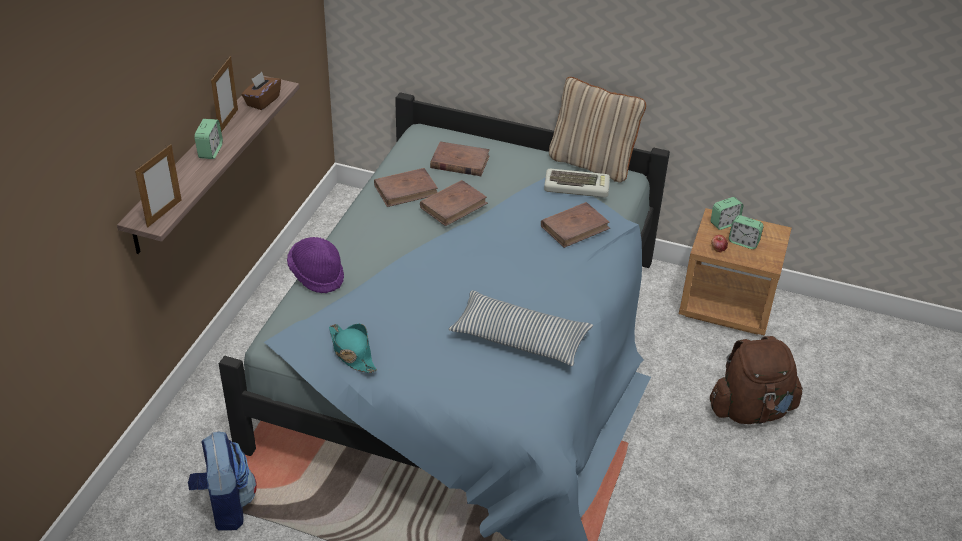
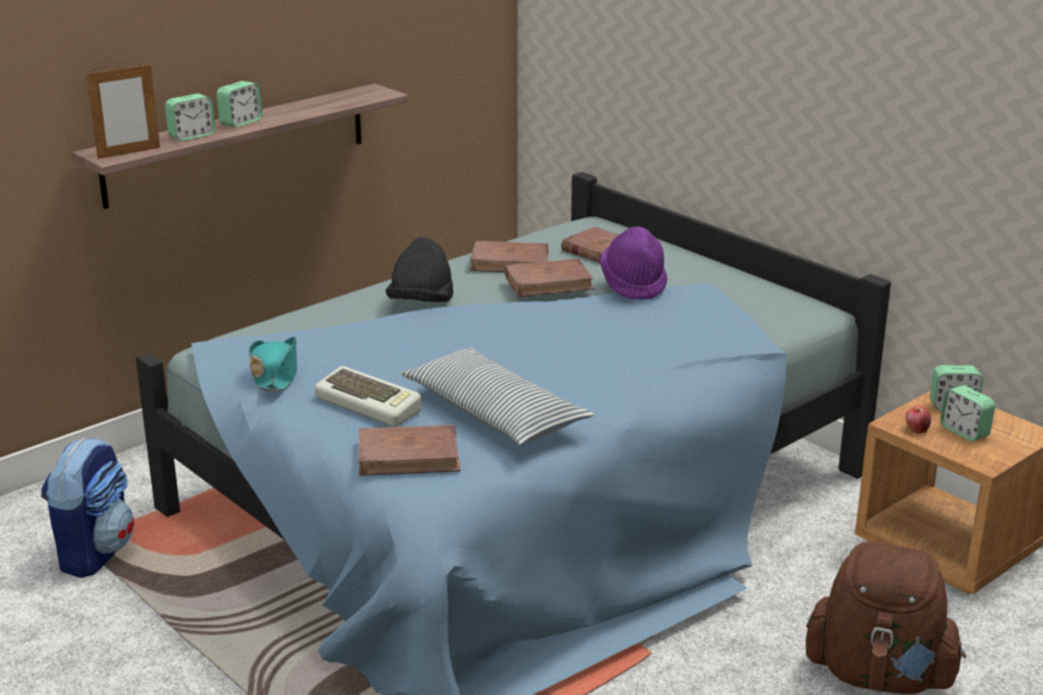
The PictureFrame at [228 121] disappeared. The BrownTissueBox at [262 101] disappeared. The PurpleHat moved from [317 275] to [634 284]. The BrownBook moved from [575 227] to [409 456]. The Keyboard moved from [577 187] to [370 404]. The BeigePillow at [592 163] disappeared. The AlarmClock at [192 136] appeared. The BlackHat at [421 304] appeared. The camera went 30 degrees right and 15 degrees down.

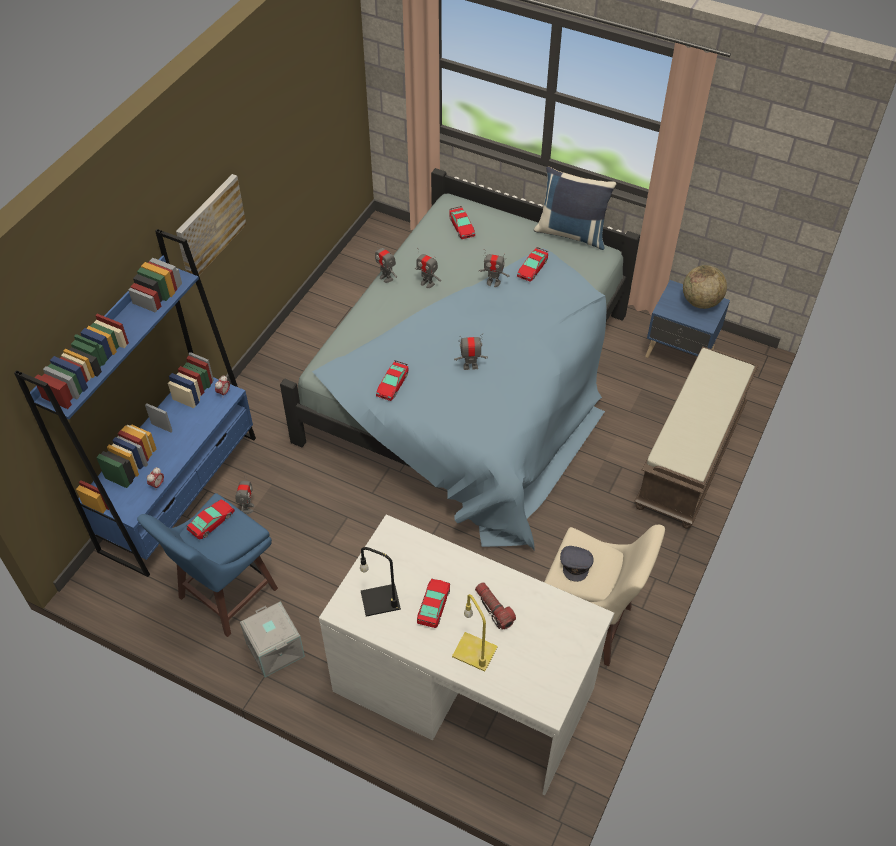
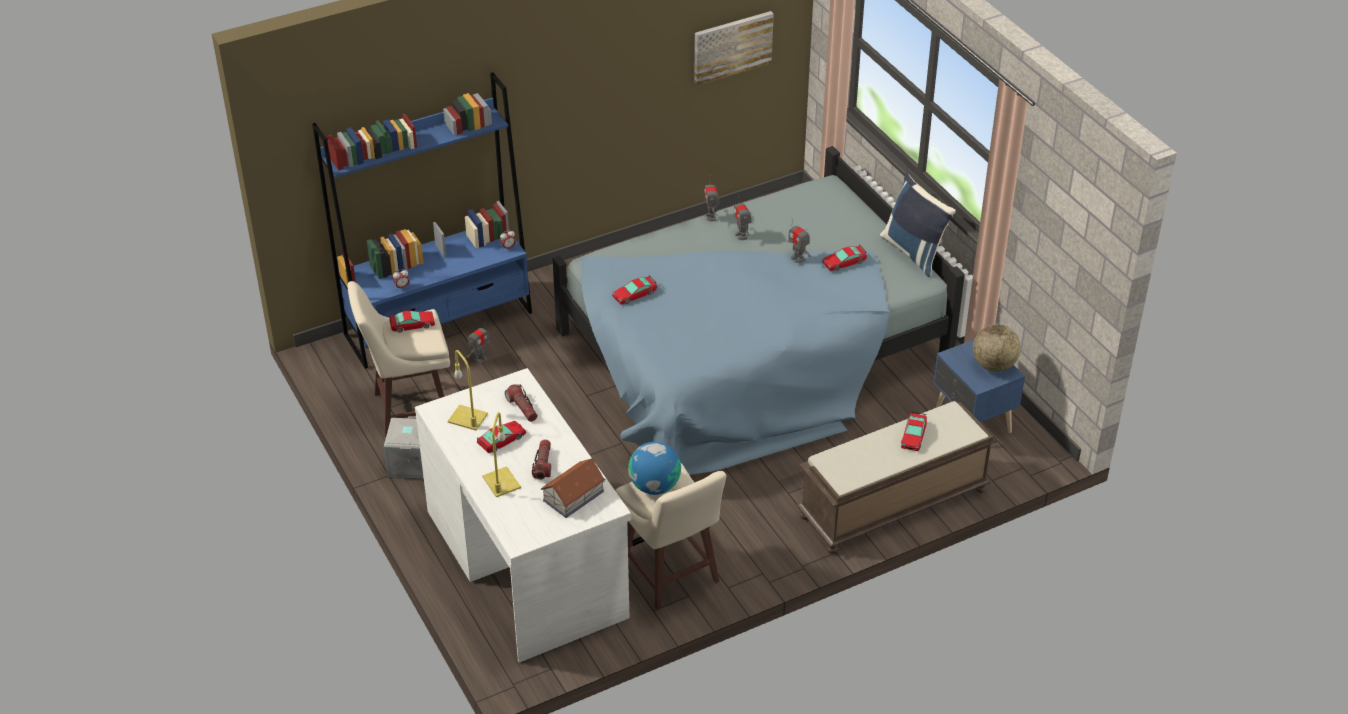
The BlueStool at [225 594] became the BeigeStool at [409 408]. The Picture moved from [210 226] to [732 46]. The BlackTableLamp at [381 599] became the YellowTableLamp at [468 418]. The ToyCar moved from [461 226] to [913 436]. The ToyRobot at [470 366] disappeared. The GreyCap at [576 564] was replaced by the Globe at [655 486]. The Flashlight at [522 408] appeared. The ToyHouse at [572 496] appeared. The camera went 35 degrees right and 10 degrees down.

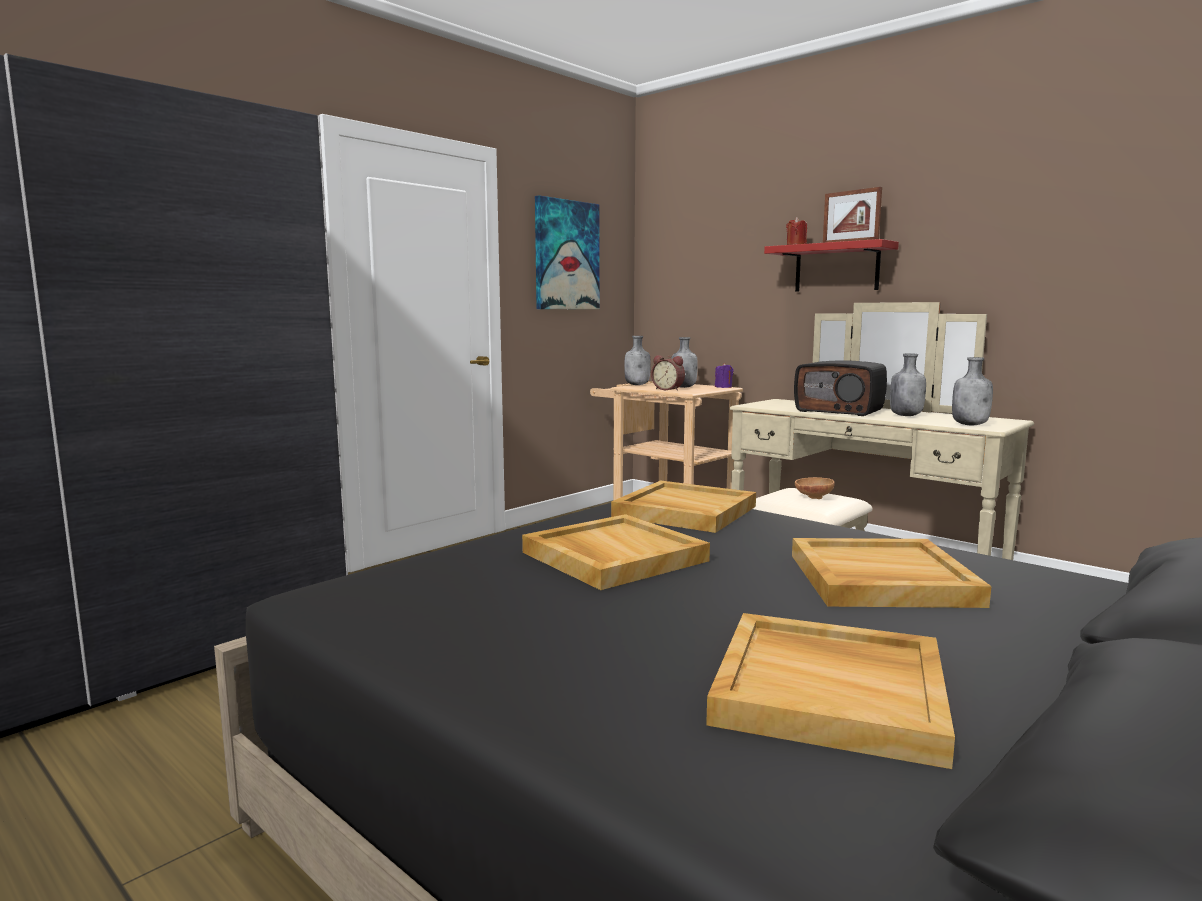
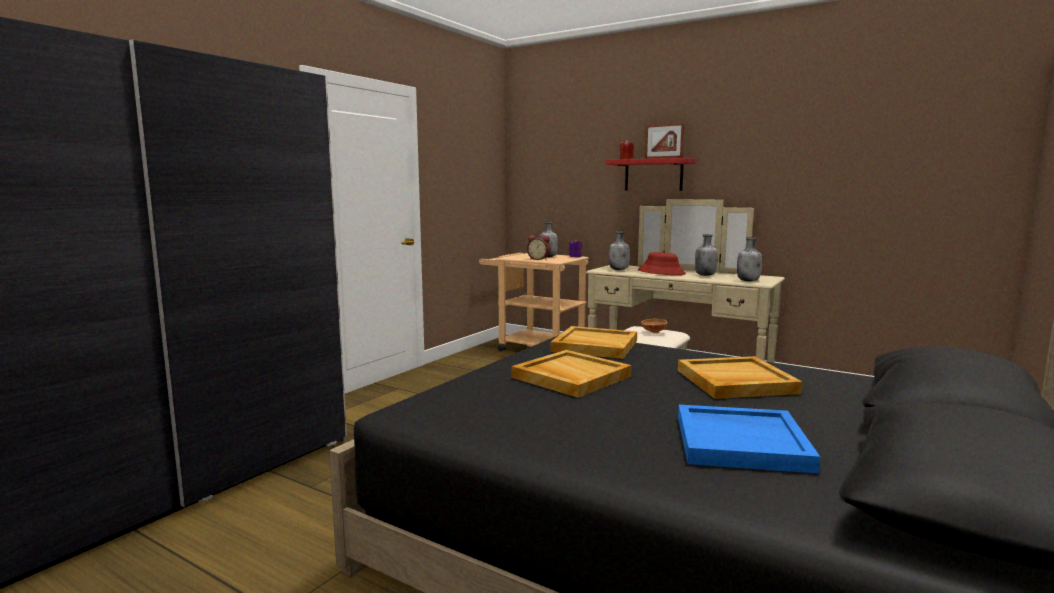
The Picture at [566 255] disappeared. The GreyBottle moved from [637 385] to [619 270]. The BeigeTray at [831 691] became the BlueTray at [741 442]. The Radio at [840 411] was replaced by the RedHat at [661 272]. The camera went 10 degrees left and 0 degrees up.

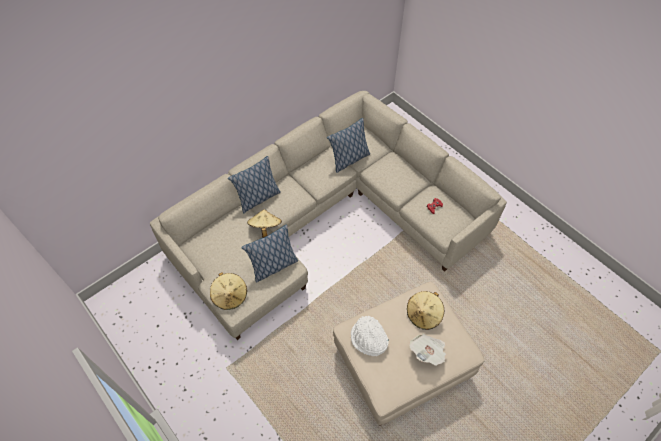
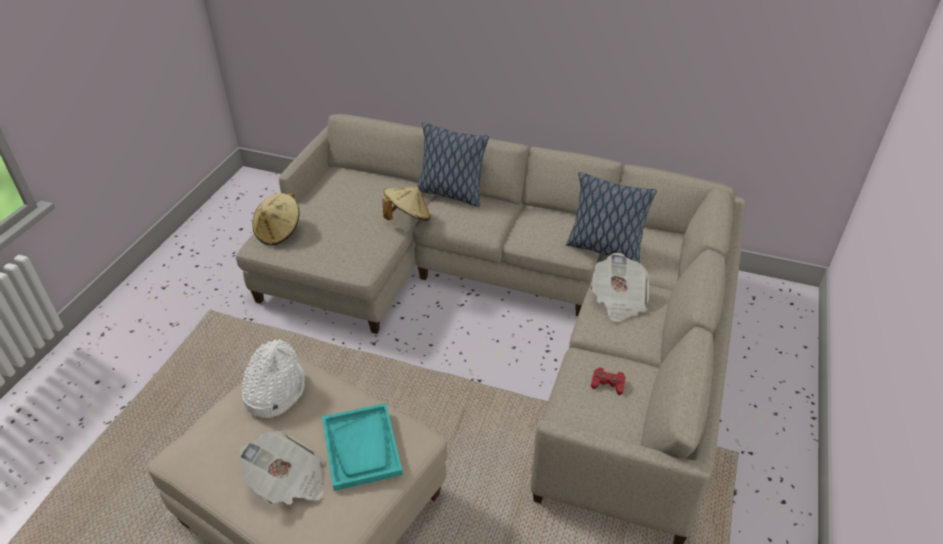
The Pillow at [273 266] disappeared. The BeigeHat at [423 315] was replaced by the TurquoiseTray at [361 447]. The Newspaper at [618 300] appeared. The camera went 60 degrees right and 15 degrees down.

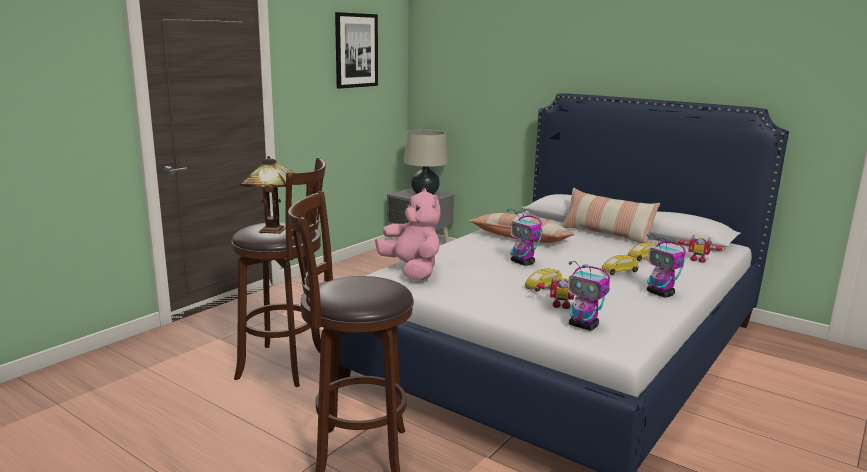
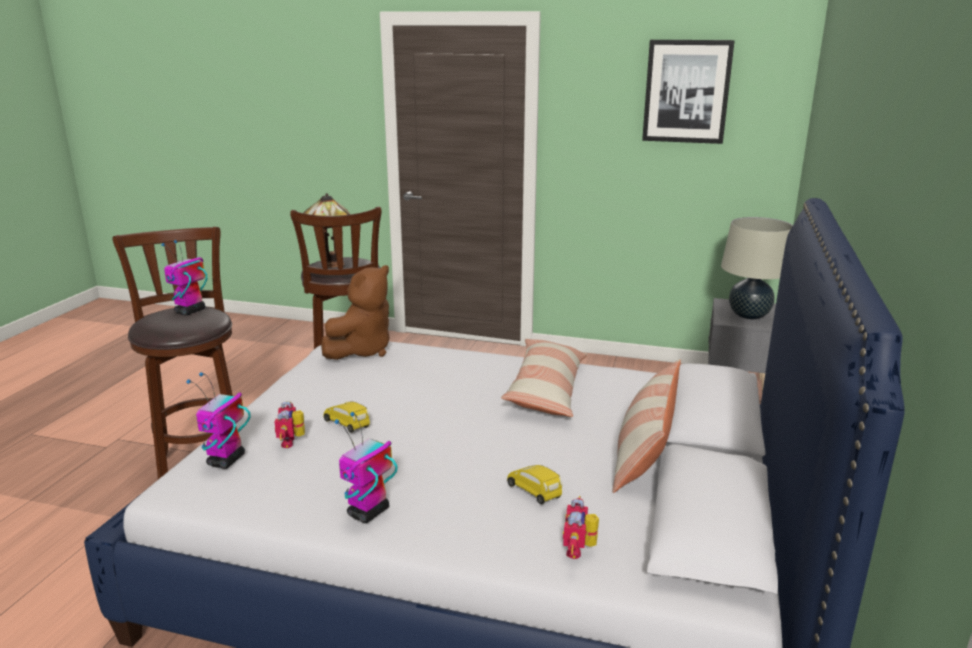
The PinkPlushToy at [412 271] became the BrownPlushToy at [362 350]. The ToyRobot moved from [523 263] to [190 311]. The YellowToyCar at [619 272] disappeared. The camera went 70 degrees right and 5 degrees up.

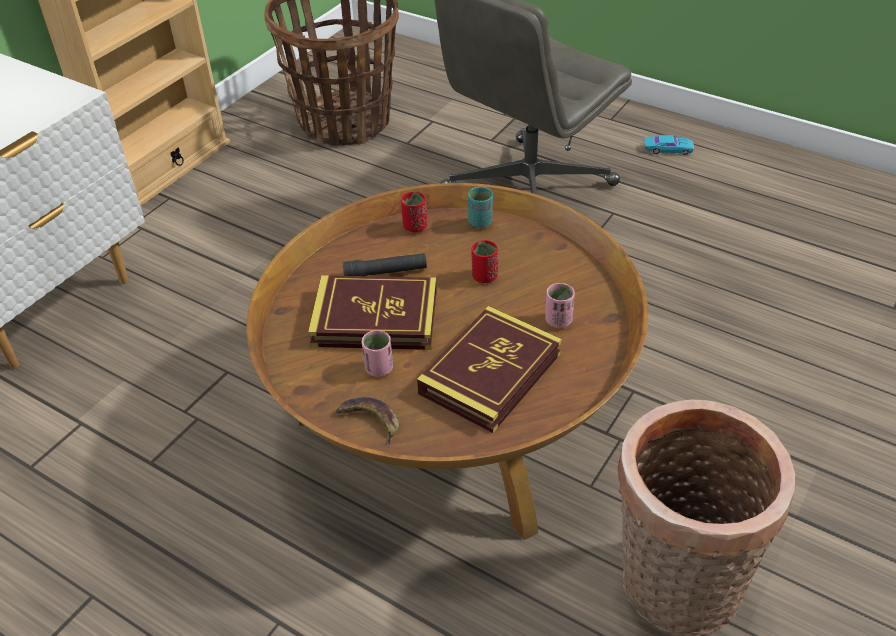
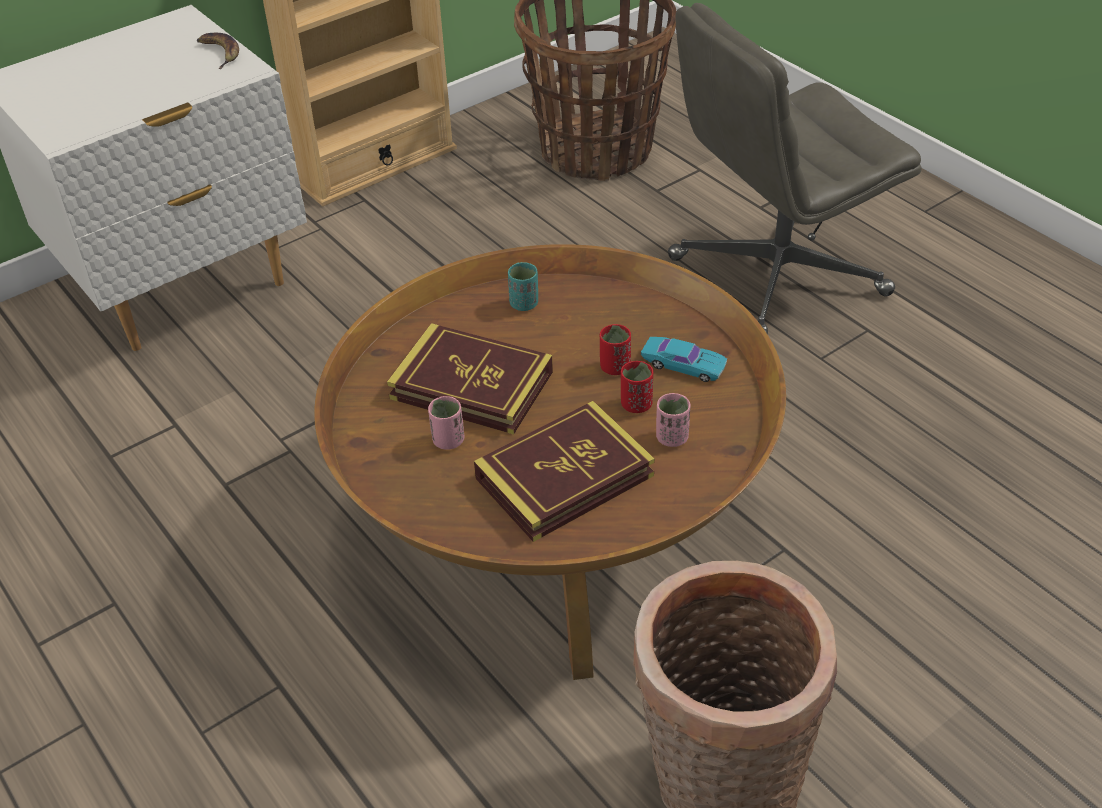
The Banana moved from [370 421] to [220 53]. The BlackFlashlight at [385 272] disappeared. The RedCup moved from [415 226] to [636 404]. The TurquoiseCup moved from [480 222] to [524 304]. The TurquoiseToyCar moved from [668 149] to [683 364]. The camera went 20 degrees right and 0 degrees up.

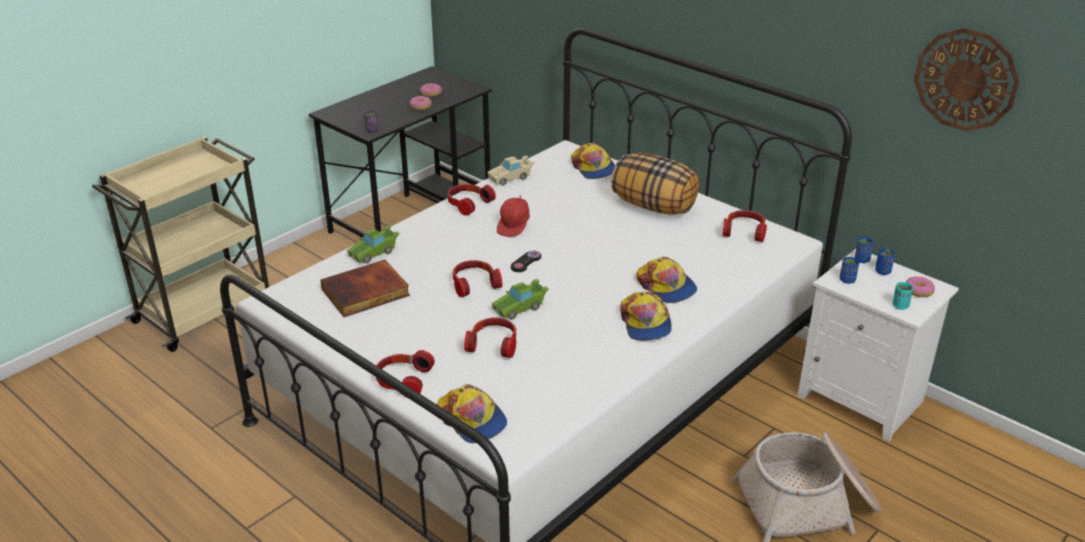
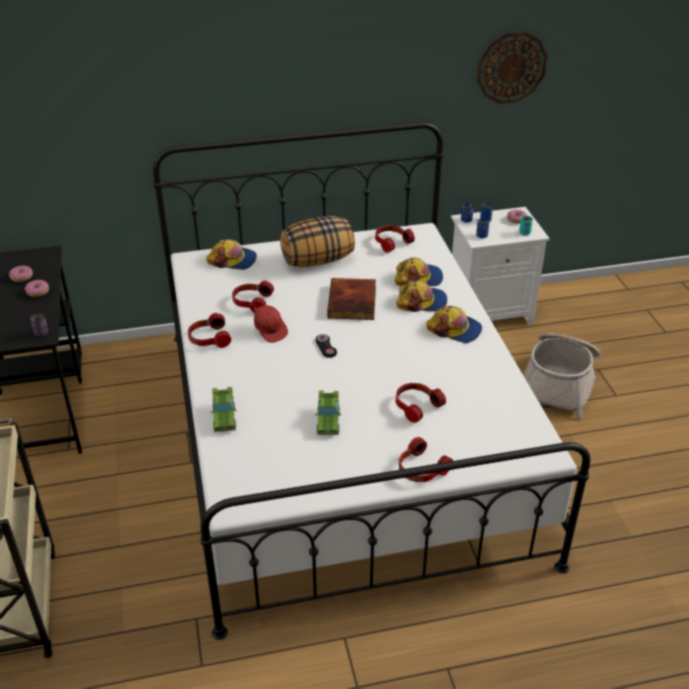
The Book moved from [365 293] to [353 302]. The Cap moved from [472 420] to [418 278]. The Headphones moved from [474 284] to [251 302]. The BeigeToyCar at [511 178] disappeared. The GreenToyCar moved from [520 308] to [328 420]. The camera went 55 degrees left and 5 degrees up.

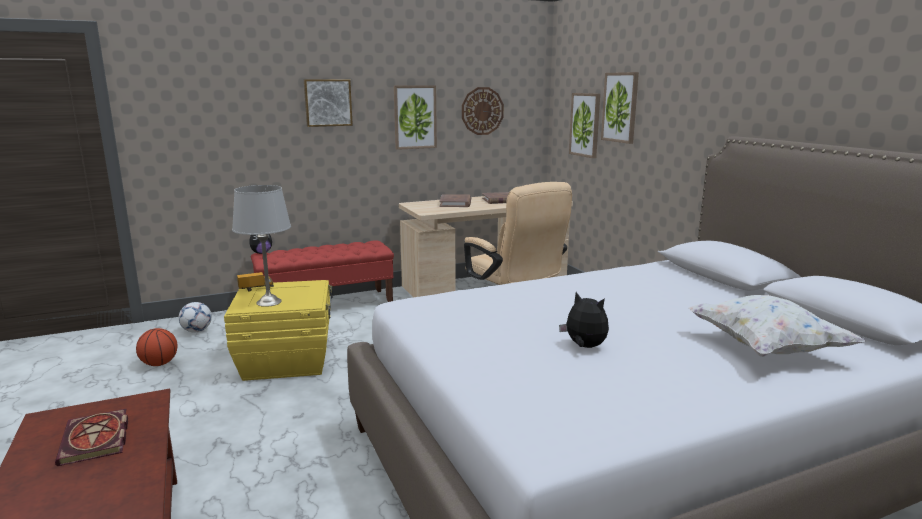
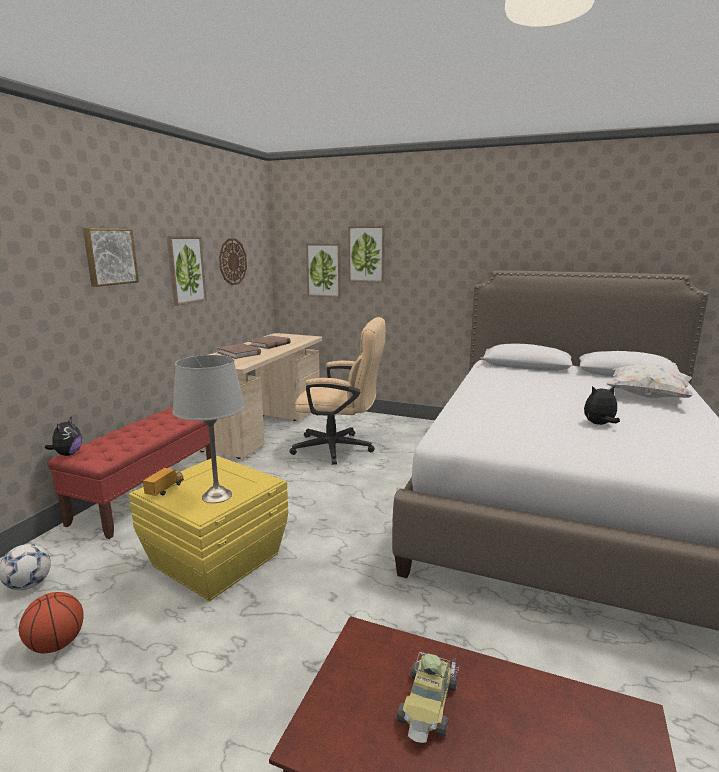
The Book at [96 440] was replaced by the ToyCar at [429 705]. The camera went 45 degrees left and 0 degrees up.

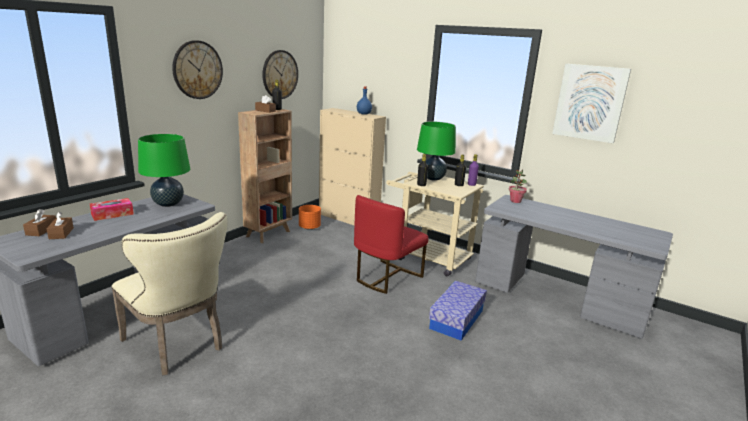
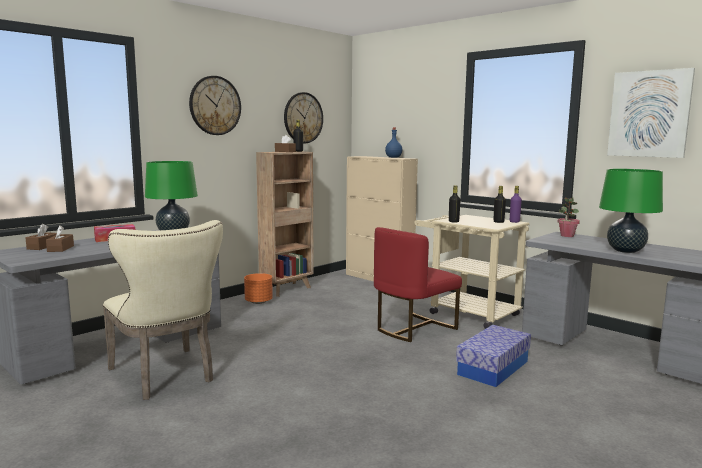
The OrangePlanter moved from [309 227] to [258 302]. The GreenTableLamp moved from [433 178] to [625 251]. The camera went 10 degrees right and 10 degrees down.

